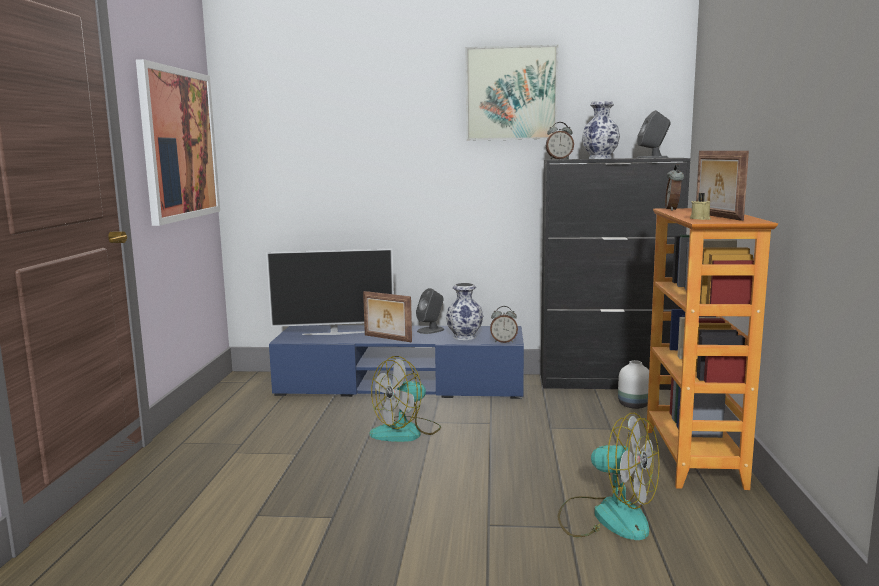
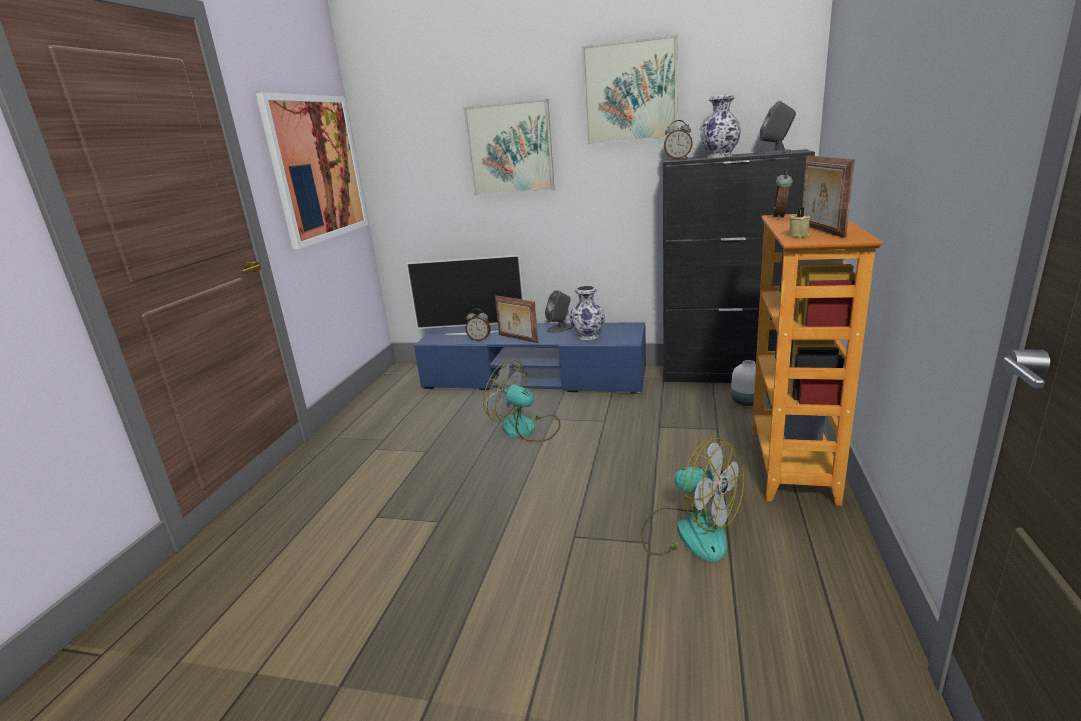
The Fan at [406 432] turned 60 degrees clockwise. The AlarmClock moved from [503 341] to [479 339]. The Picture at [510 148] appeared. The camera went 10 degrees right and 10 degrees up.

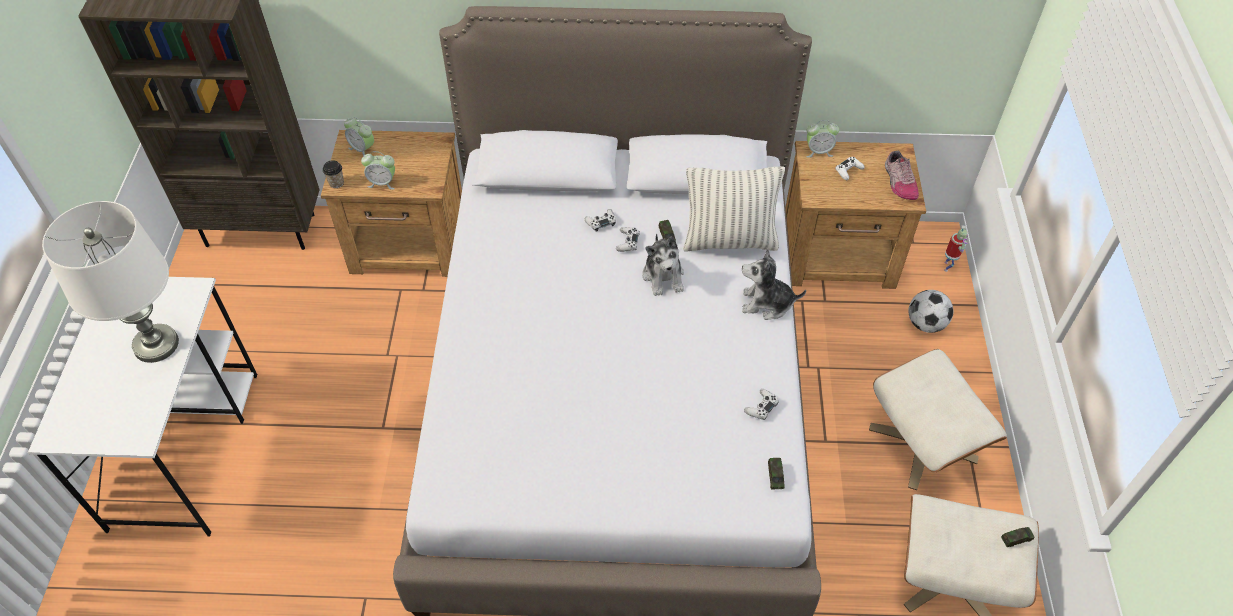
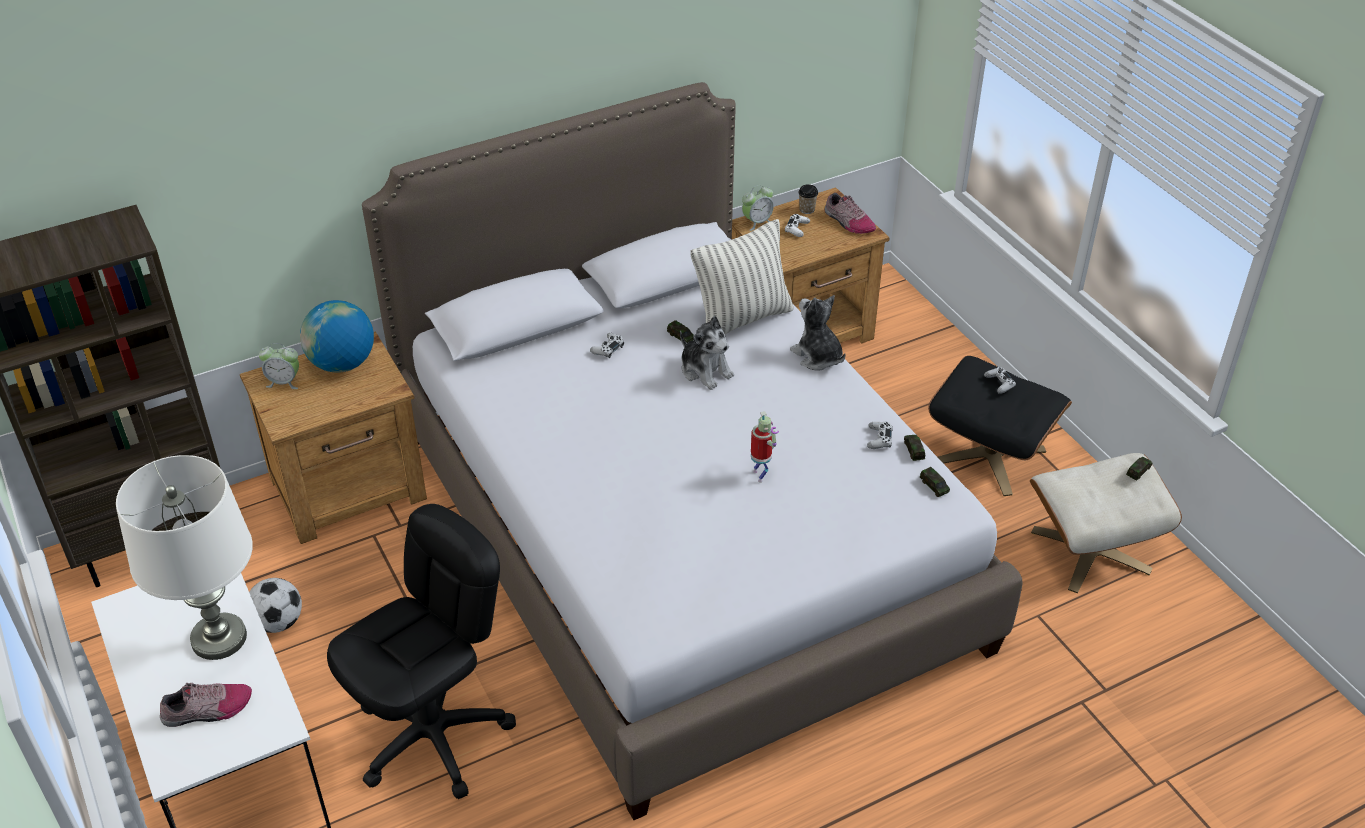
The Cup moved from [336 183] to [807 209]. The AlarmClock at [382 182] disappeared. The WhiteGameController moved from [628 242] to [999 383]. The PlushToy at [766 303] turned 75 degrees clockwise. The BeigeOttoman at [923 443] became the BlackOttoman at [990 455]. The Football moved from [925 324] to [278 622]. The ToyRobot moved from [948 267] to [761 475]. The Shoe at [207 710] appeared. The Globe at [342 364] appeared. The BlackOfficeChair at [433 736] appeared. The ToyCar at [914 450] appeared. The camera went 30 degrees left and 10 degrees down.

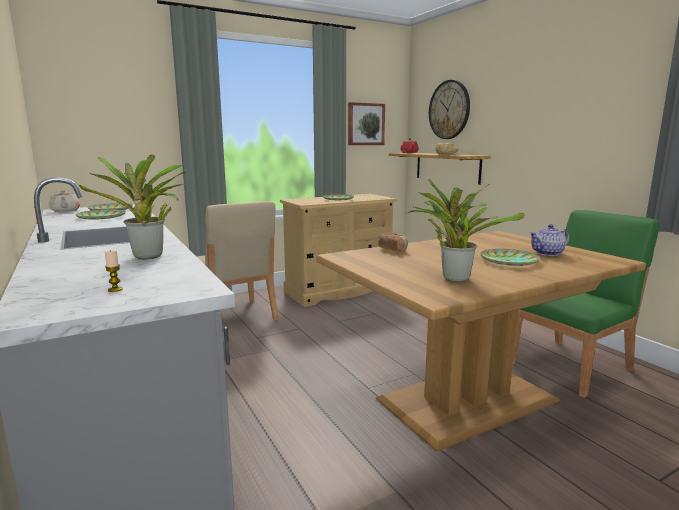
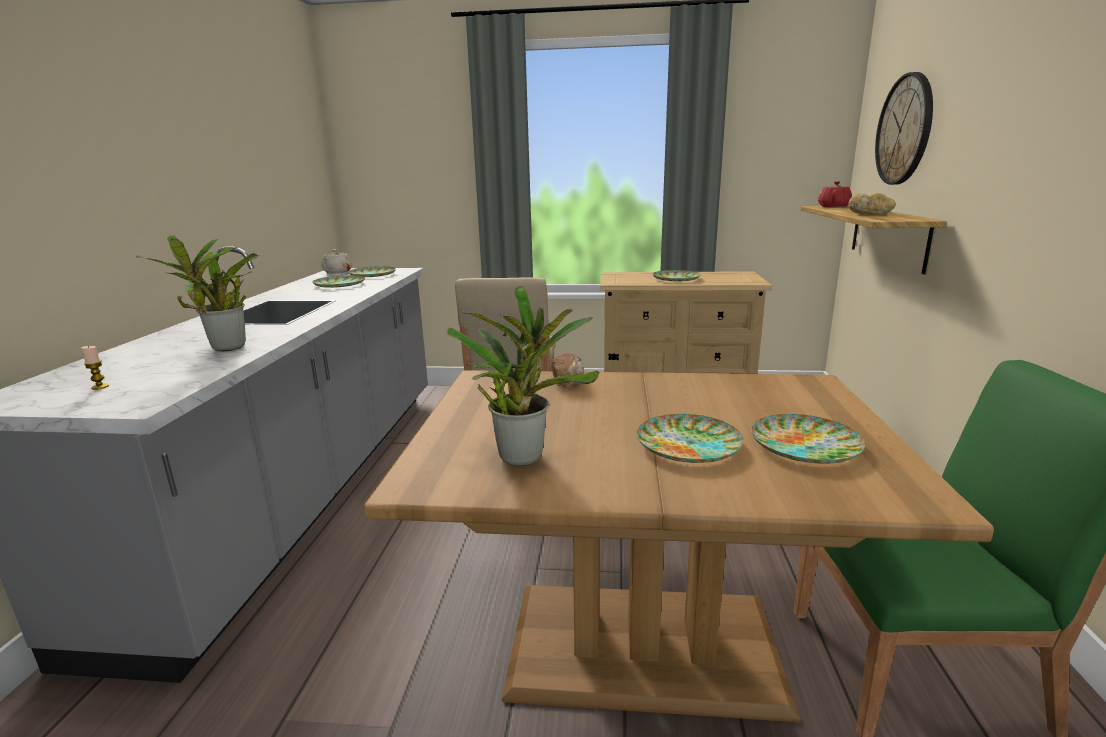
The Picture at [365 124] disappeared. The Teapot at [548 253] was replaced by the Plate at [805 445]. The camera went 35 degrees right and 5 degrees up.

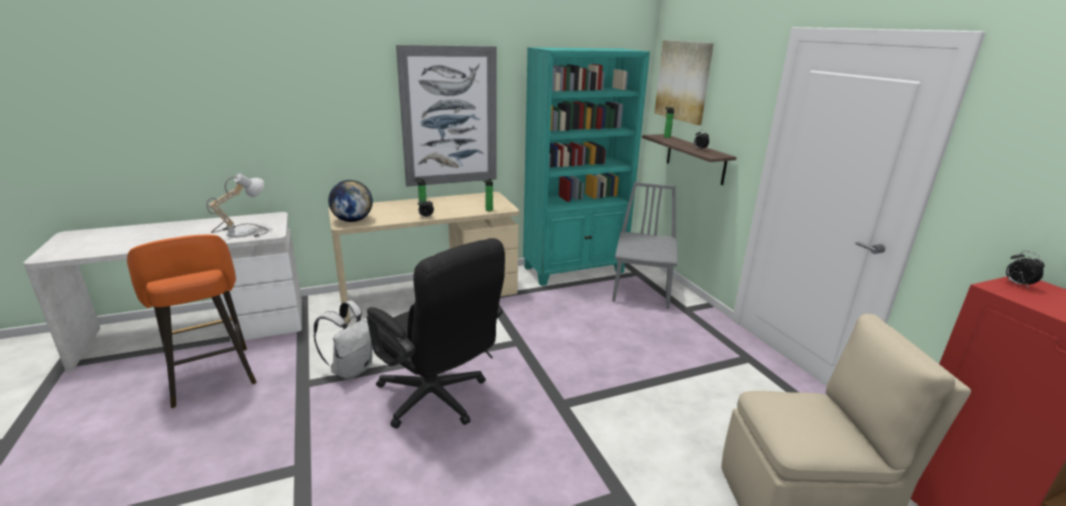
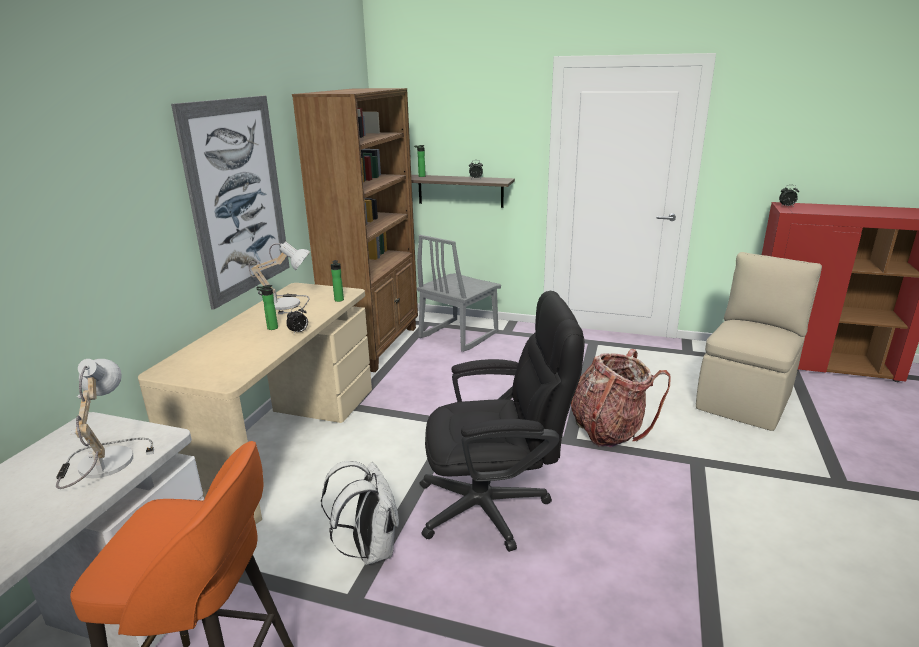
The Globe at [352 220] disappeared. The TurquoiseBookcase at [575 270] became the BrownBookcase at [375 345]. The GreyChair at [642 292] turned 105 degrees counterclockwise. The Picture at [683 81] disappeared. The TableLamp at [288 303] appeared. The Backpack at [609 430] appeared. The camera went 50 degrees left and 0 degrees up.

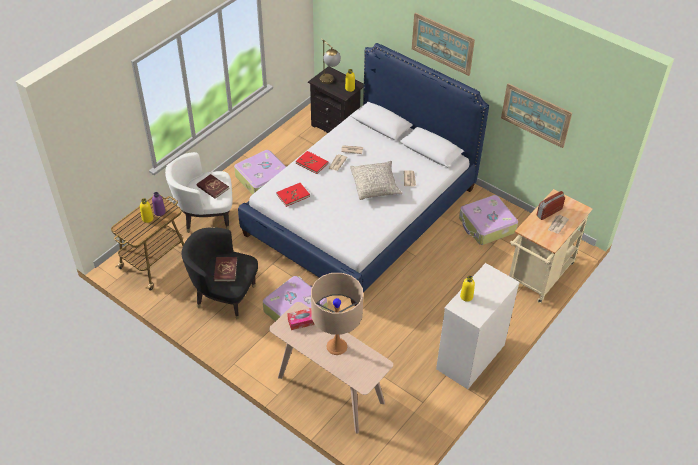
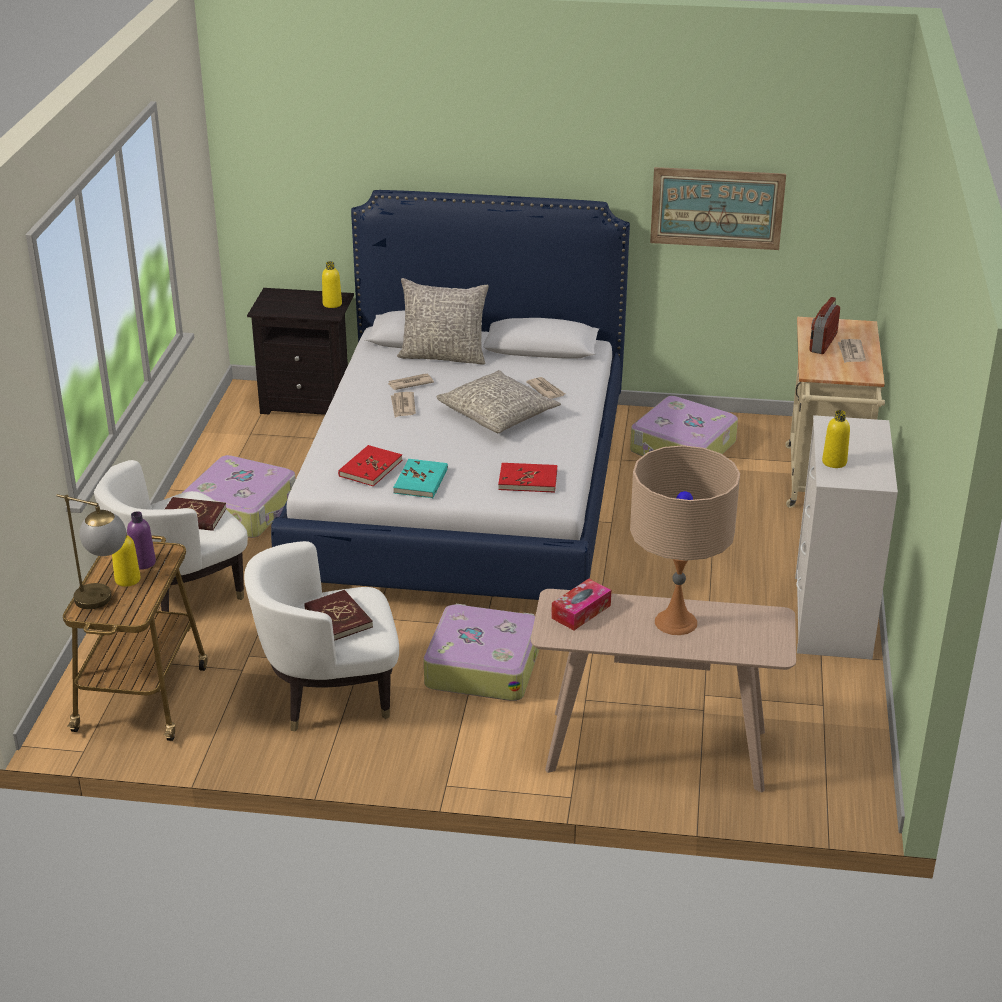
The BlackArmchair at [224 296] became the WhiteArmchair at [330 695]. The RedBook moved from [312 163] to [528 480]. The TableLamp moved from [330 82] to [105 601]. The Picture at [442 43] disappeared. The TurquoiseBook at [421 481] appeared. The GreyPillow at [443 356] appeared. The camera went 30 degrees left and 15 degrees down.

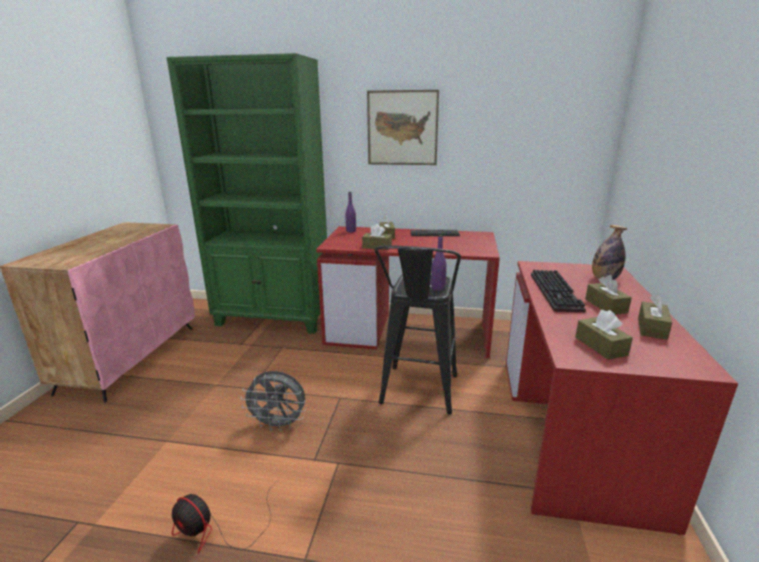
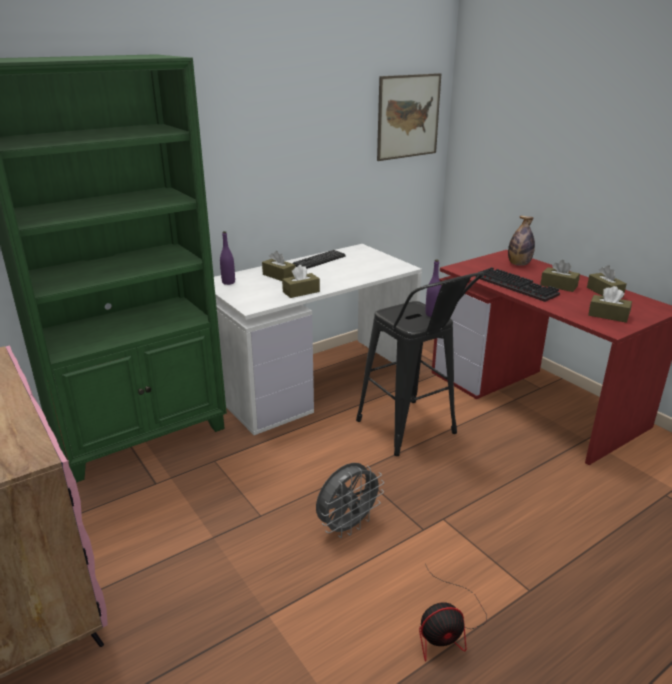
The RedDesk at [409 331] became the WhiteDesk at [314 381]. The Picture moved from [402 128] to [408 116]. The camera went 45 degrees left and 5 degrees up.

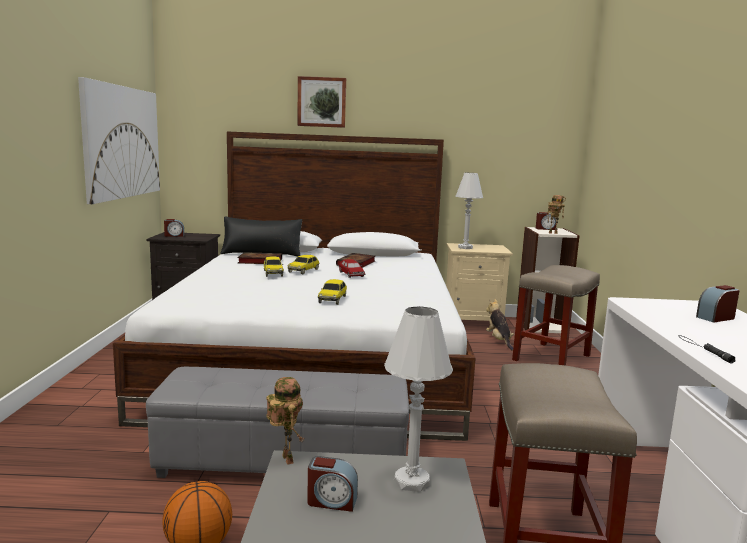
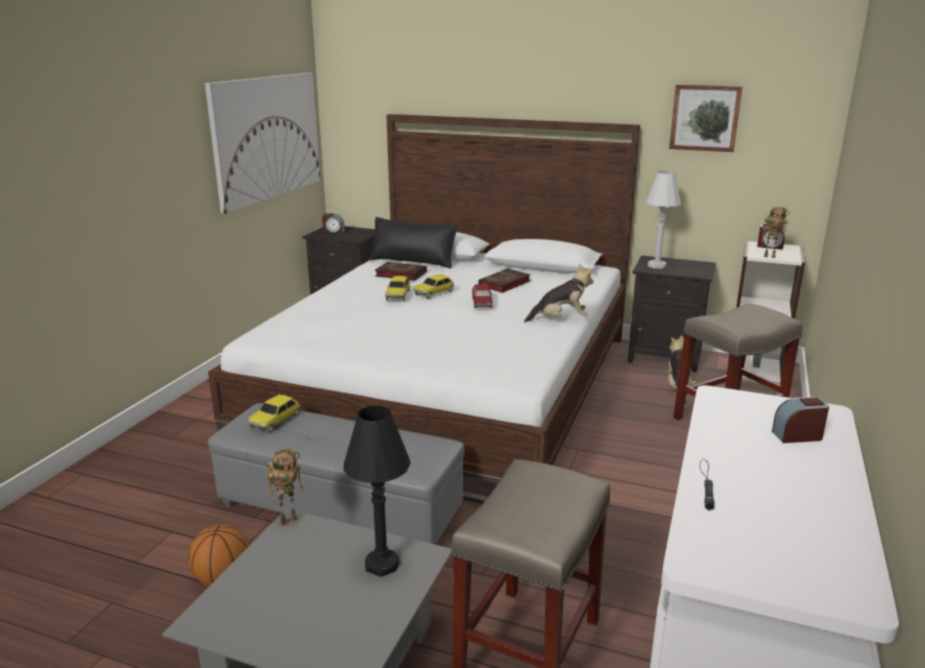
The ToyRobot at [285 459] turned 60 degrees clockwise. The Picture moved from [322 102] to [705 117]. The AlarmClock at [331 501] disappeared. The ToyCar moved from [332 299] to [275 421]. The WhiteTableLamp at [411 481] became the BlackTableLamp at [381 565]. The BeigeNightstand at [473 322] became the BlackNightstand at [666 356]. The PlushToy at [560 319] appeared. The camera went 20 degrees right and 10 degrees up.

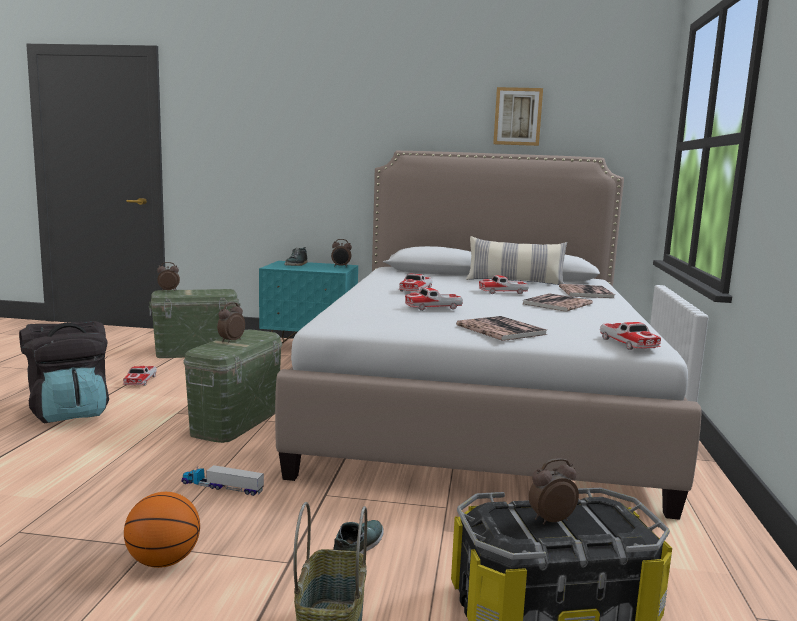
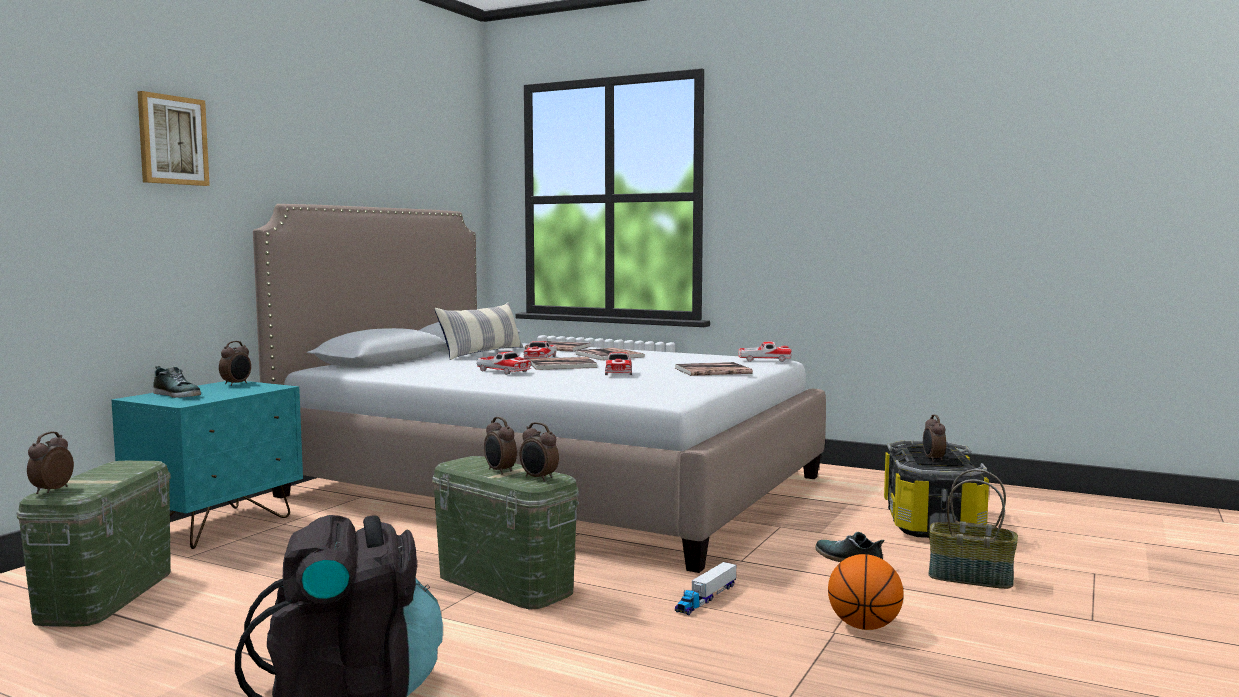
The ToyCar at [140 381] disappeared. The Picture moved from [517 116] to [172 140]. The AlarmClock at [538 478] appeared. The Book at [562 365] appeared. The camera went 70 degrees left and 5 degrees down.

